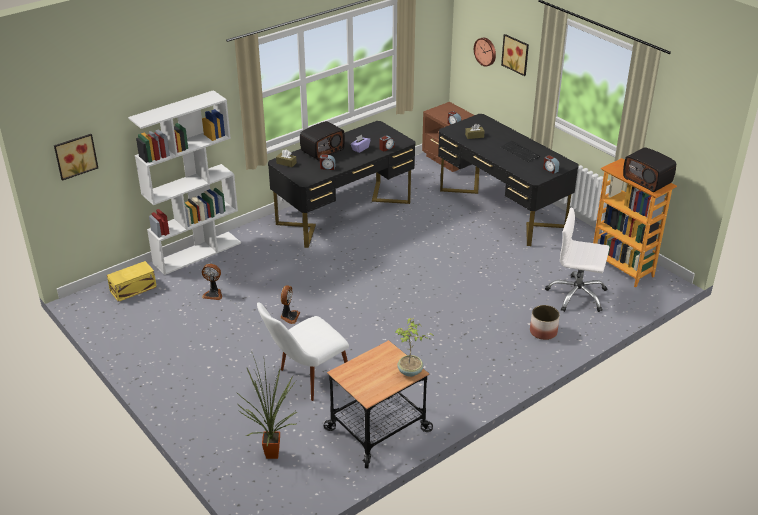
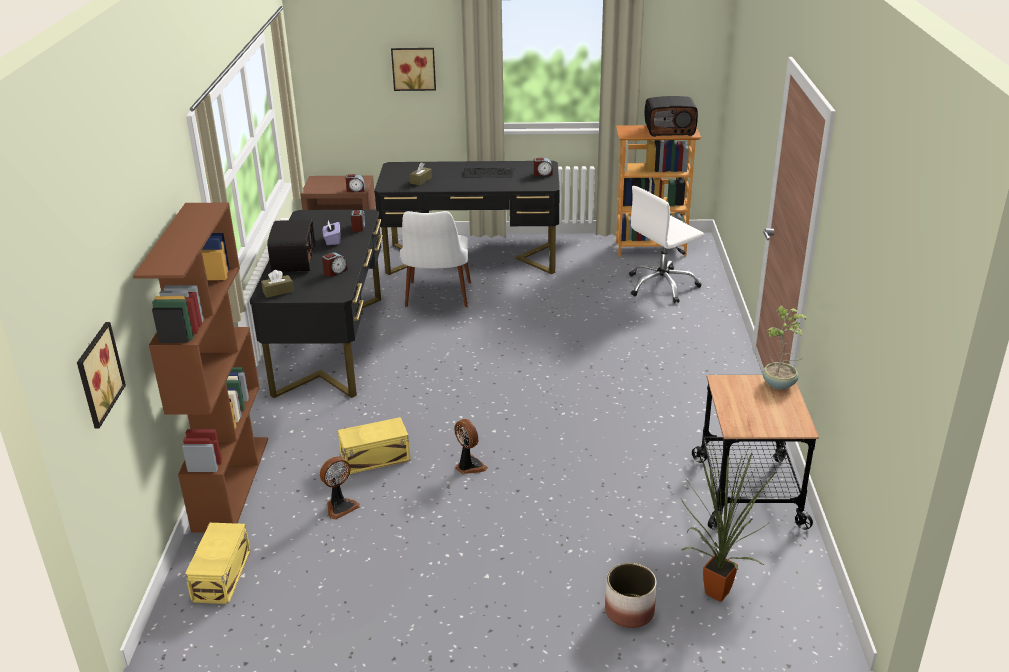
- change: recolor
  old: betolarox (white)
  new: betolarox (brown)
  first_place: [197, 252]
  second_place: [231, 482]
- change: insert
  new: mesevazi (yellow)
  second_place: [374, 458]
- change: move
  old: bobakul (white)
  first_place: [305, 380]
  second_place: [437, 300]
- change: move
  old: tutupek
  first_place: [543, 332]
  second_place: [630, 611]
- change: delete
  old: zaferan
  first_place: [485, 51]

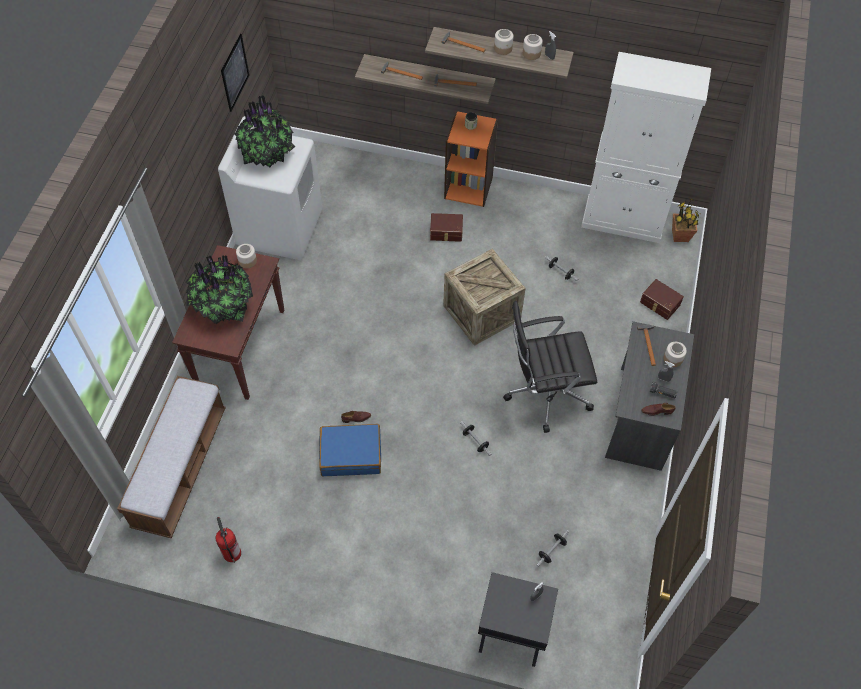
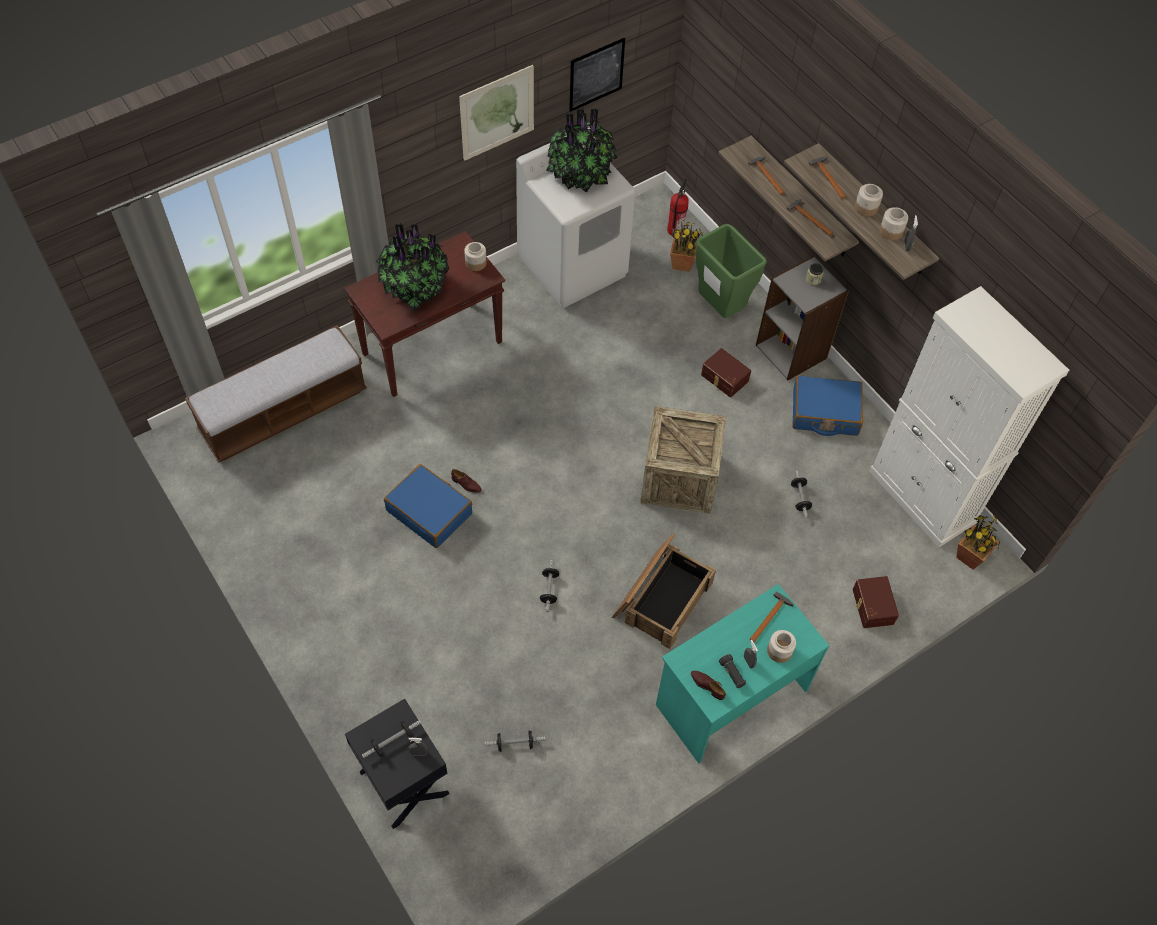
- change: insert
  new: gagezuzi
  second_place: [392, 742]
- change: insert
  new: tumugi
  second_place: [497, 113]
- change: replace
  old: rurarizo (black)
  new: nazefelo
  first_place: [545, 392]
  second_place: [662, 598]
- change: recolor
  old: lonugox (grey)
  new: lonugox (turquoise)
  first_place: [639, 417]
  second_place: [730, 696]
- change: move
  old: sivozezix
  first_place: [231, 553]
  second_place: [675, 229]
- change: insert
  new: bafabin
  second_place: [682, 263]
- change: insert
  new: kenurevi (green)
  second_place: [719, 307]
- change: recolor
  old: betolarox (orange)
  new: betolarox (grey)
  first_place: [468, 187]
  second_place: [792, 351]
- change: insert
  new: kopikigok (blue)
  second_place: [824, 412]

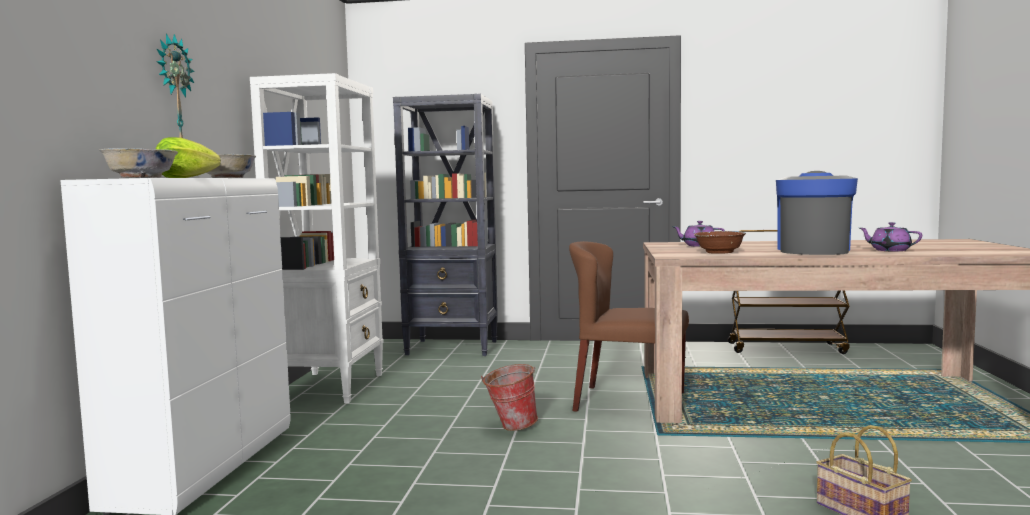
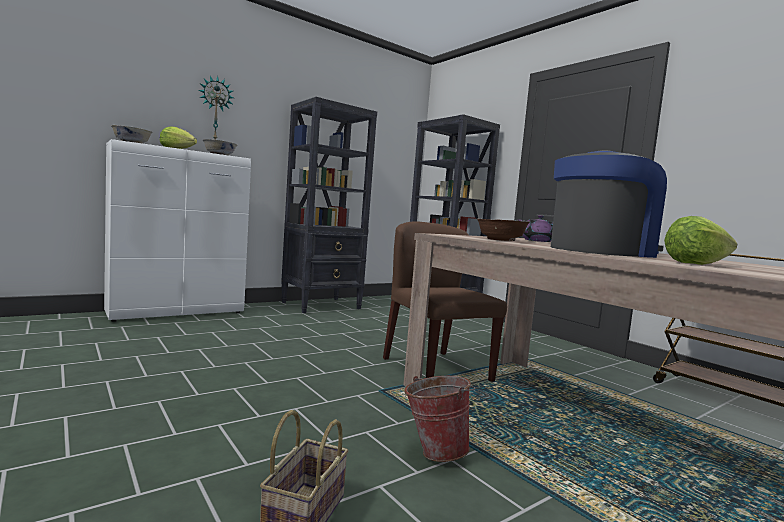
- change: recolor
  old: betolarox (white)
  new: betolarox (black)
  first_place: [331, 387]
  second_place: [322, 305]
- change: move
  old: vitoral
  first_place: [510, 427]
  second_place: [434, 451]
- change: replace
  old: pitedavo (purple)
  new: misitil
  first_place: [889, 250]
  second_place: [696, 263]

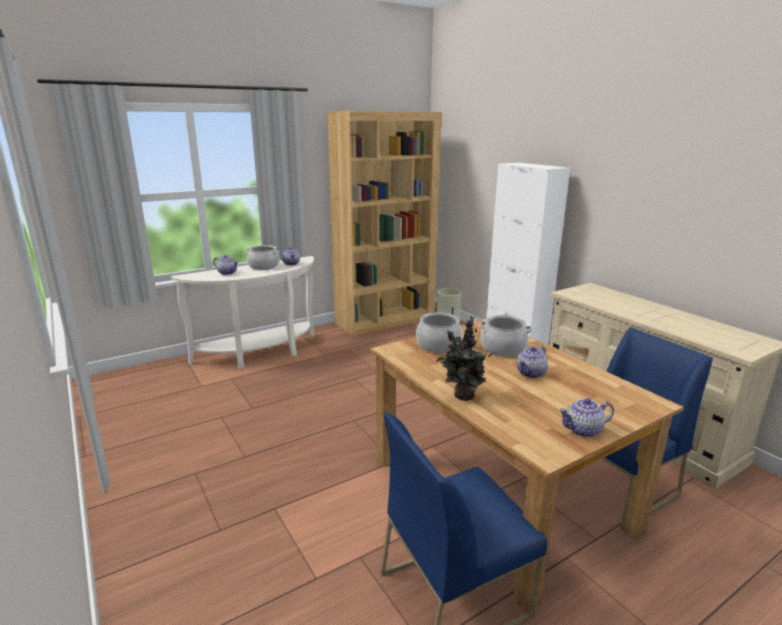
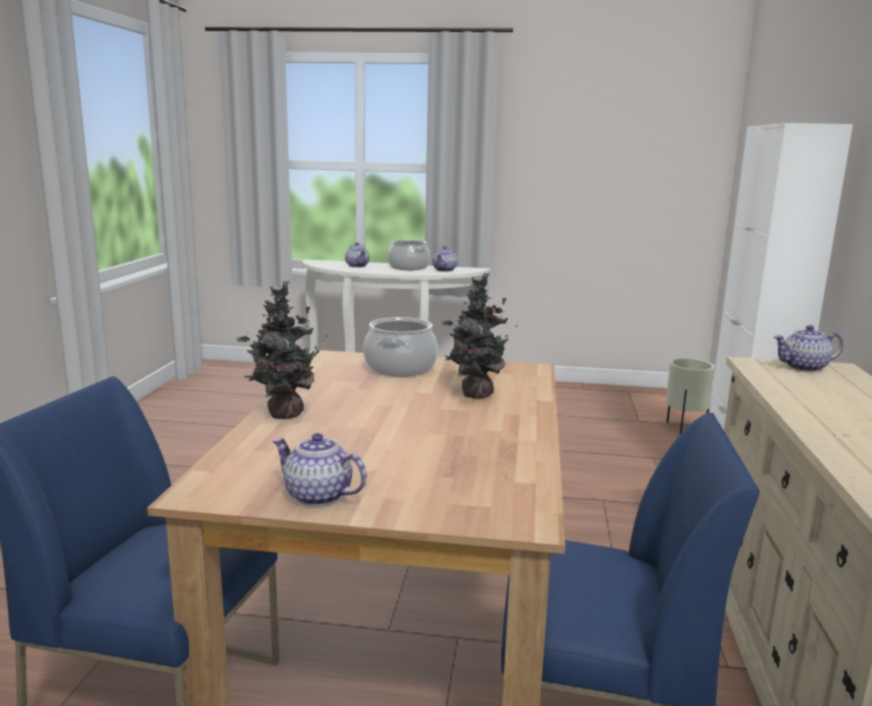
- change: replace
  old: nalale
  new: bafabin
  first_place: [503, 349]
  second_place: [474, 394]
- change: move
  old: pitedavo
  first_place: [531, 373]
  second_place: [804, 367]
- change: delete
  old: betolarox (brown)
  first_place: [385, 320]

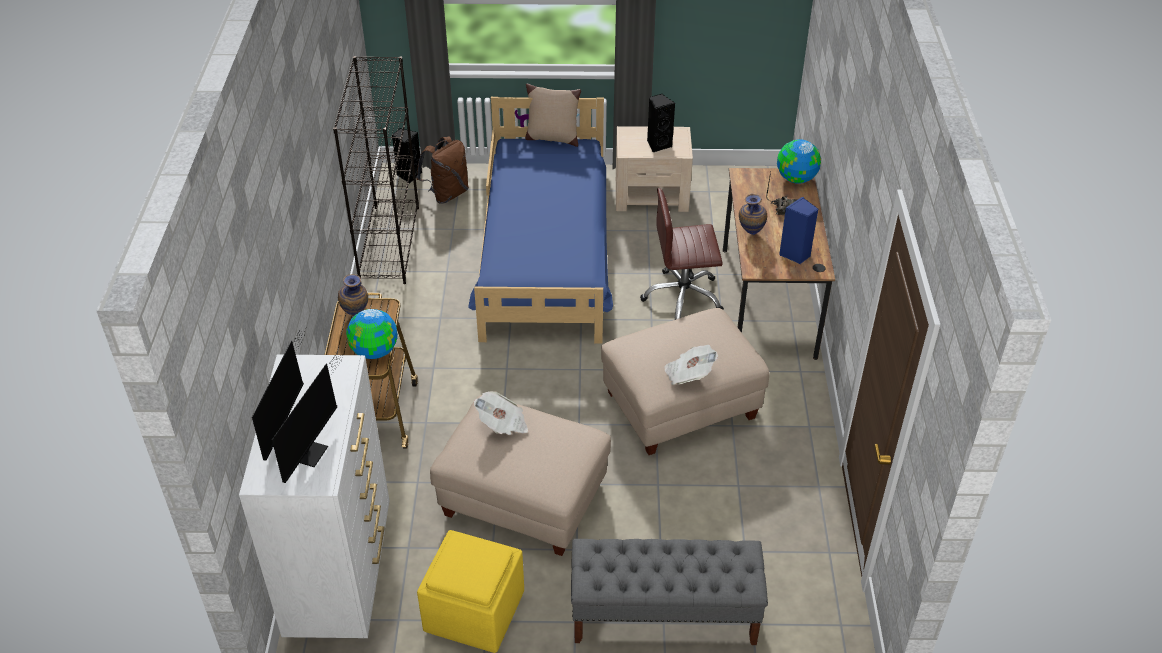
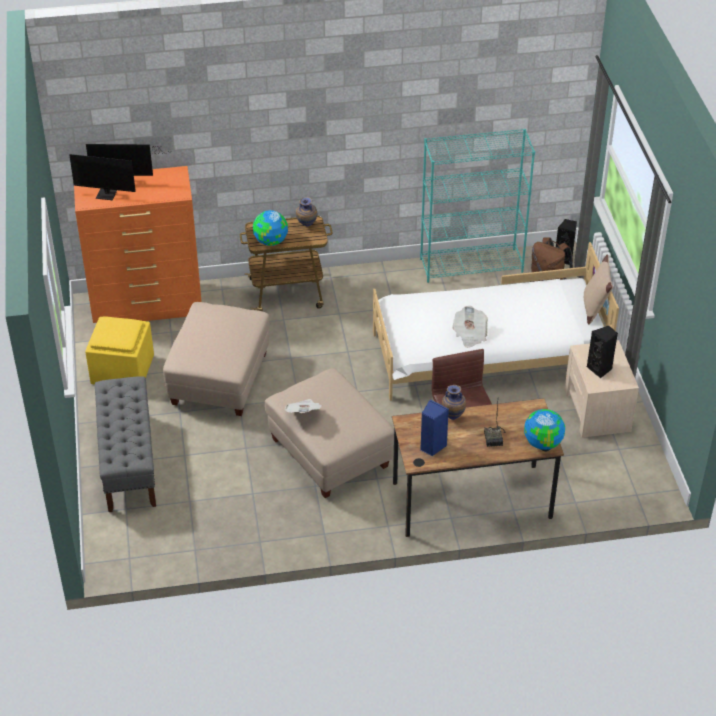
- change: recolor
  old: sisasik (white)
  new: sisasik (orange)
  first_place: [341, 572]
  second_place: [148, 306]
- change: recolor
  old: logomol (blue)
  new: logomol (white)
  first_place: [546, 255]
  second_place: [488, 354]
- change: recolor
  old: betolarox (black)
  new: betolarox (turquoise)
  first_place: [389, 244]
  second_place: [472, 265]
- change: move
  old: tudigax
  first_place: [502, 424]
  second_place: [470, 335]

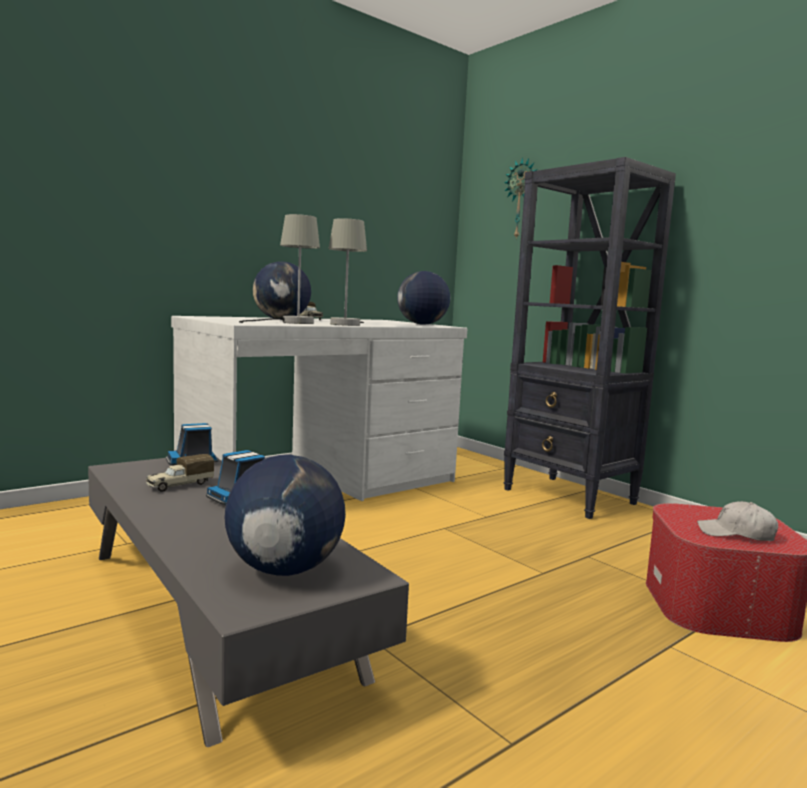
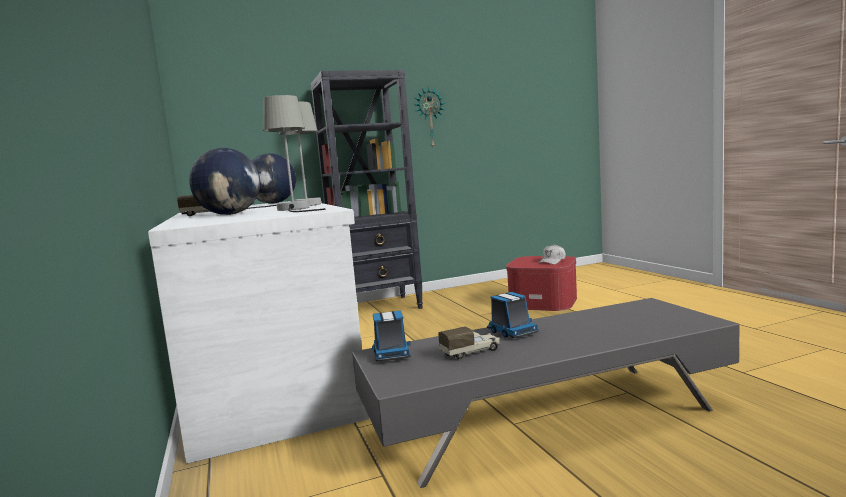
- change: move
  old: zaferan
  first_place: [521, 199]
  second_place: [430, 118]
- change: rotate
  old: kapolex
  first_place: [179, 485]
  second_place: [471, 352]
  degrees: -90
- change: delete
  old: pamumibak
  first_place: [284, 570]

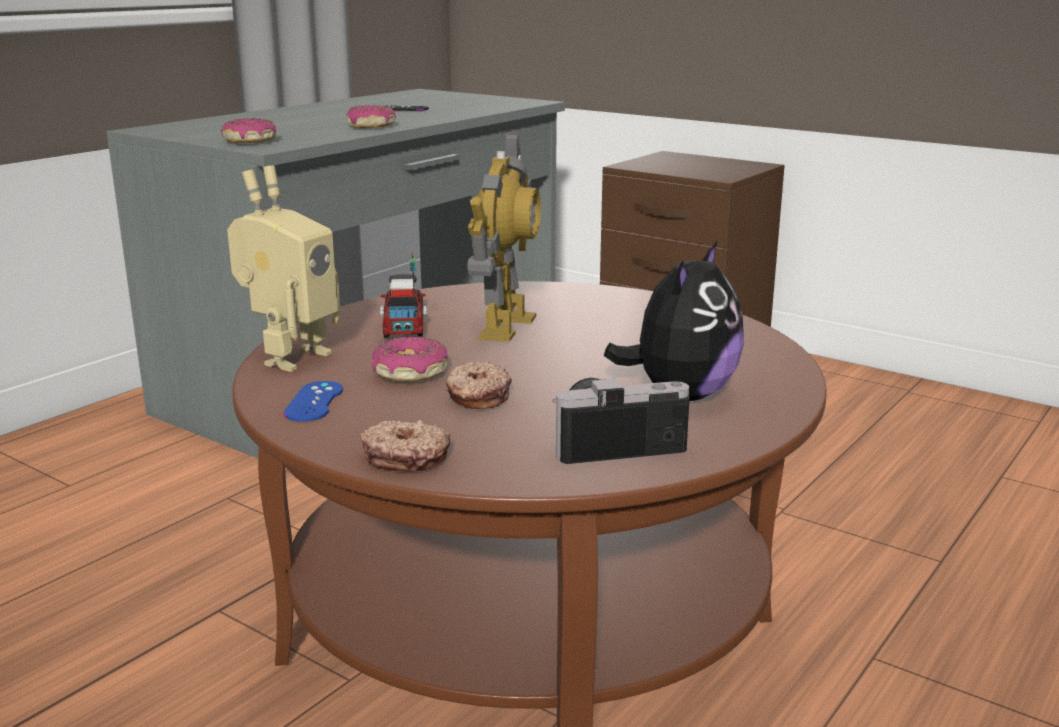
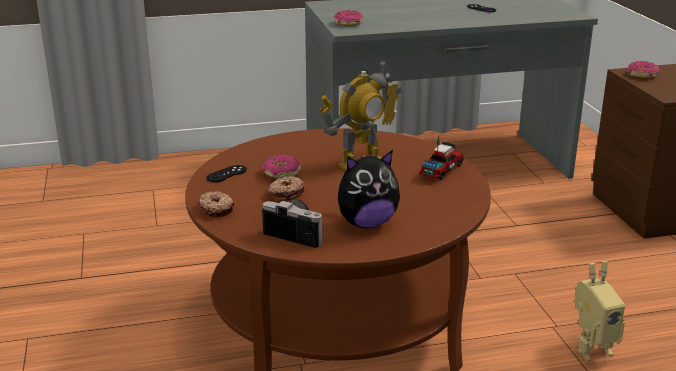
- change: recolor
  old: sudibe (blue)
  new: sudibe (black)
  first_place: [314, 402]
  second_place: [226, 174]
- change: move
  old: kapolex
  first_place: [404, 325]
  second_place: [442, 170]
- change: move
  old: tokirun
  first_place: [289, 357]
  second_place: [591, 349]
- change: move
  old: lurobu
  first_place: [372, 126]
  second_place: [642, 75]

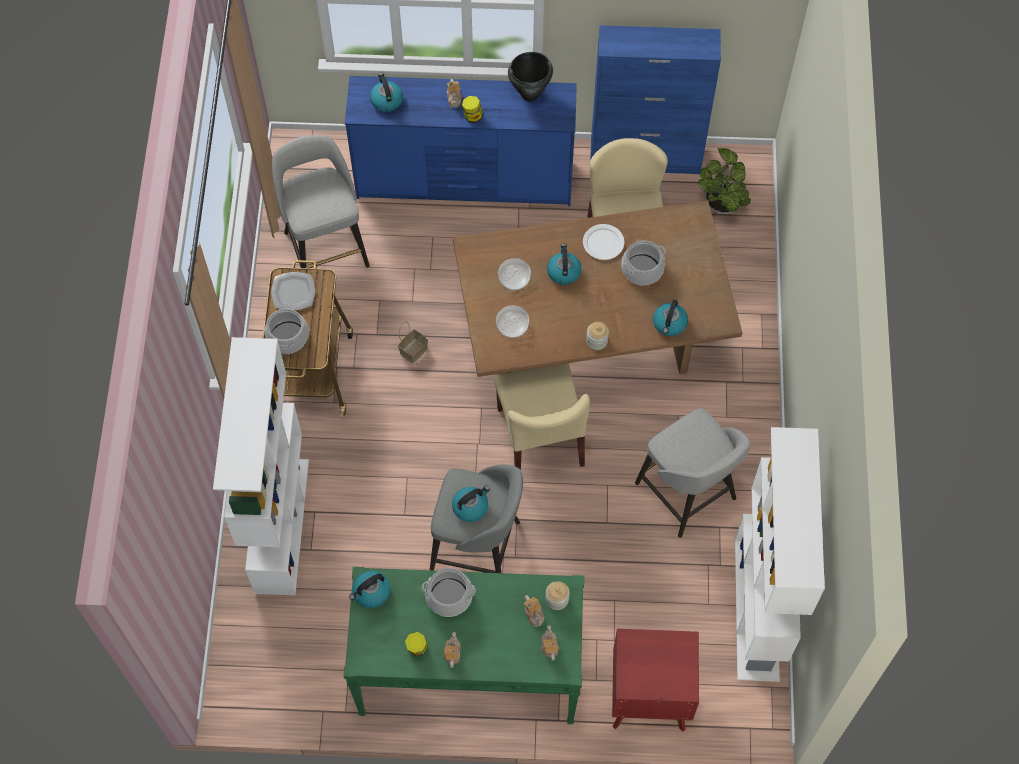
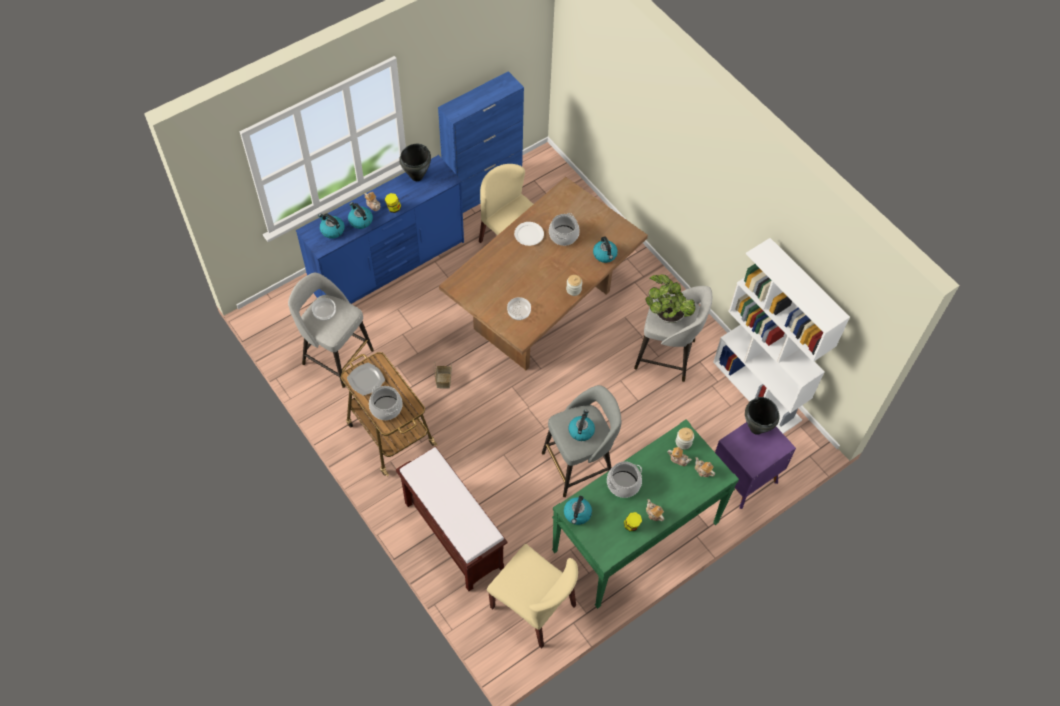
- change: move
  old: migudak
  first_place: [514, 279]
  second_place: [325, 312]
- change: move
  old: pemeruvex
  first_place: [563, 271]
  second_place: [360, 220]
- change: replace
  old: betolarox (white)
  new: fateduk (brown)
  first_place: [281, 525]
  second_place: [452, 534]
- change: move
  old: bobakul (beige)
  first_place: [540, 438]
  second_place: [533, 607]
- change: move
  old: bafabin
  first_place: [721, 202]
  second_place: [667, 314]
- change: recolor
  old: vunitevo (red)
  new: vunitevo (purple)
  first_place: [648, 696]
  second_place: [743, 478]
- change: insert
  new: nalale (black)
  second_place: [756, 428]

